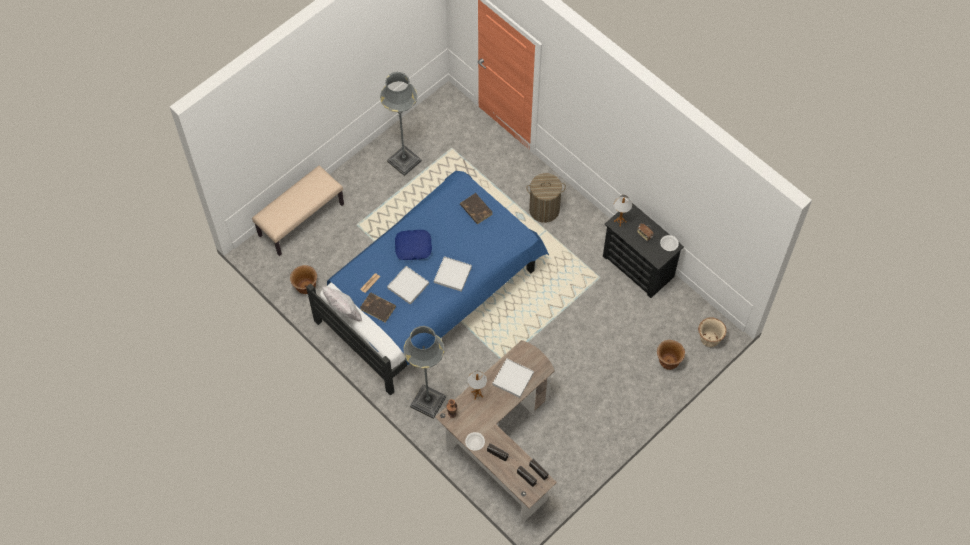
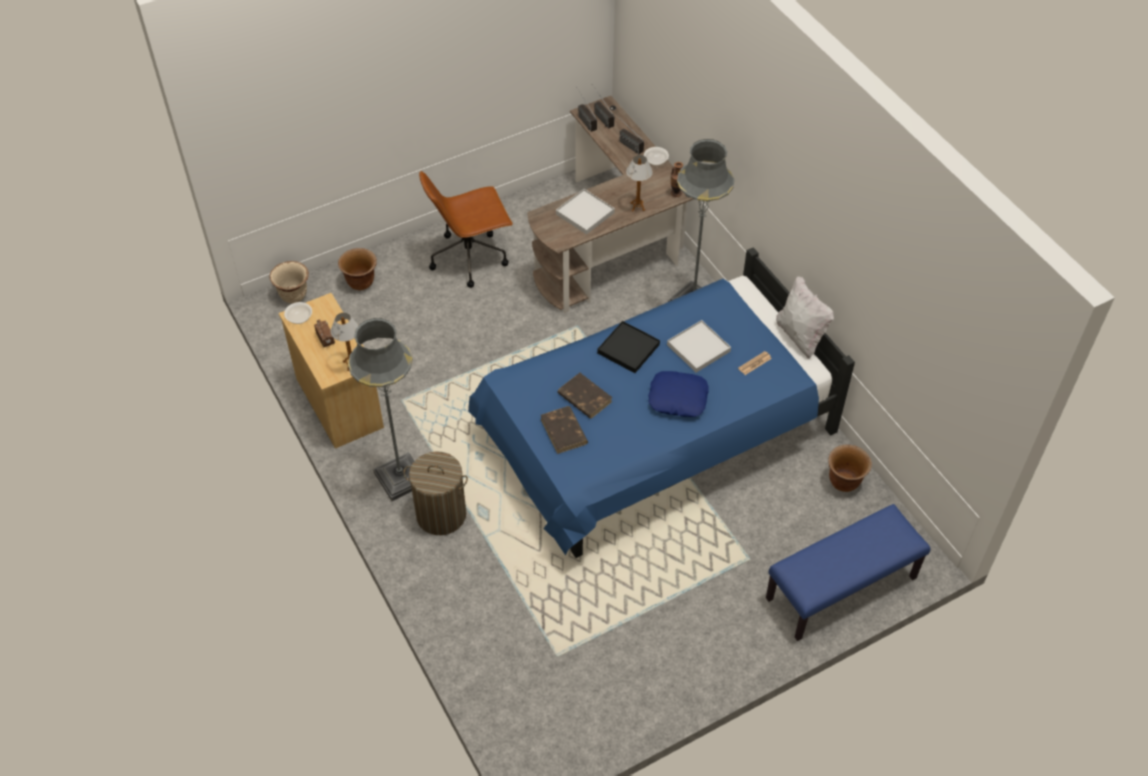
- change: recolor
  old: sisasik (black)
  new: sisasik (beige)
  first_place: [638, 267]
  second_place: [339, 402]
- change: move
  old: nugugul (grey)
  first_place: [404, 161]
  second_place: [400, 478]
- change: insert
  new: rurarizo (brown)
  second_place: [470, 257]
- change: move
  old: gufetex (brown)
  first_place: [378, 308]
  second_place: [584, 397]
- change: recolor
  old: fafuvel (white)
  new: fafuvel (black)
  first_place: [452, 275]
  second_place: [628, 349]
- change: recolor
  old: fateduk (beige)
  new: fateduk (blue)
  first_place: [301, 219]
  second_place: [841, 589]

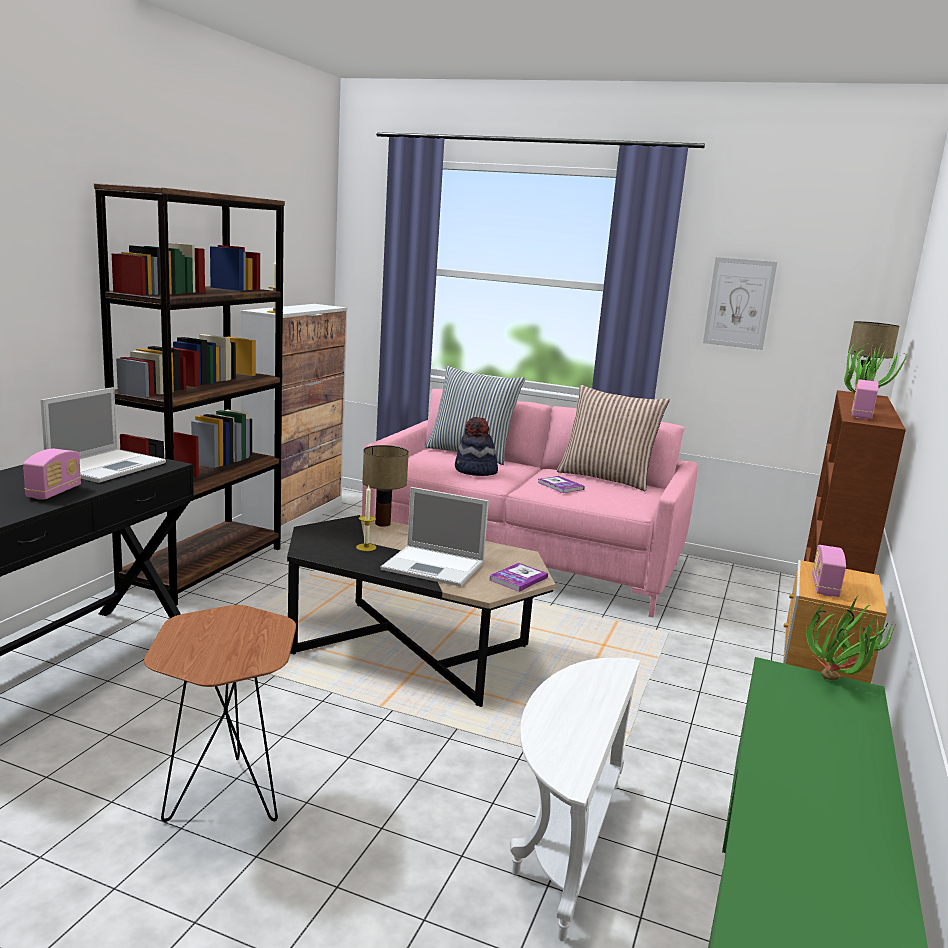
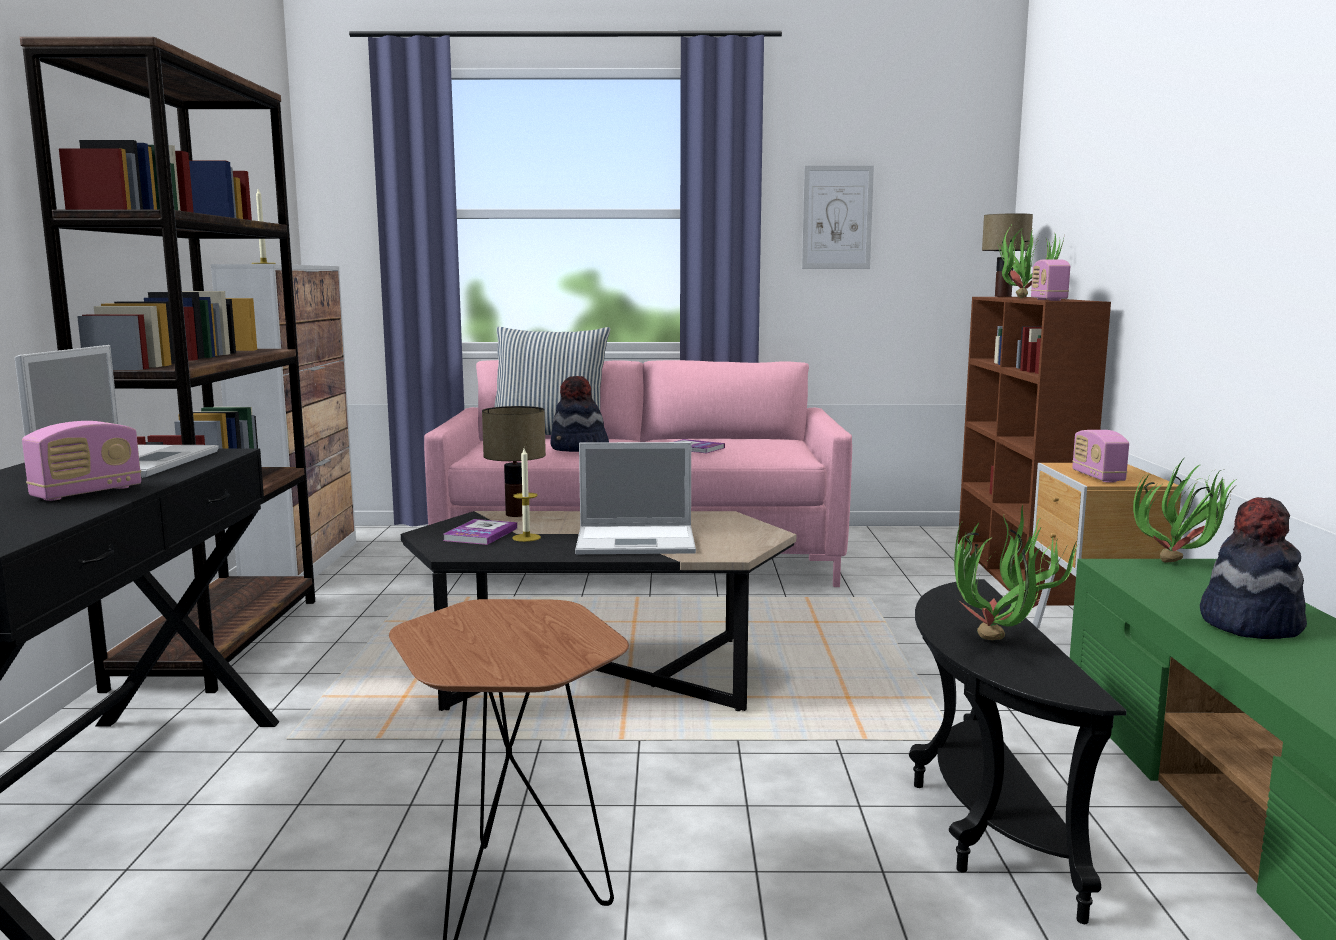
- change: rotate
  old: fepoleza
  first_place: [54, 492]
  second_place: [87, 493]
  degrees: 45
- change: move
  old: gufetex
  first_place: [518, 579]
  second_place: [480, 534]
- change: recolor
  old: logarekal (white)
  new: logarekal (black)
  first_place: [564, 844]
  second_place: [981, 824]
- change: insert
  new: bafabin
  second_place: [1001, 646]
- change: insert
  new: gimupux
  second_place: [1249, 624]
- change: delete
  old: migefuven
  first_place: [606, 478]

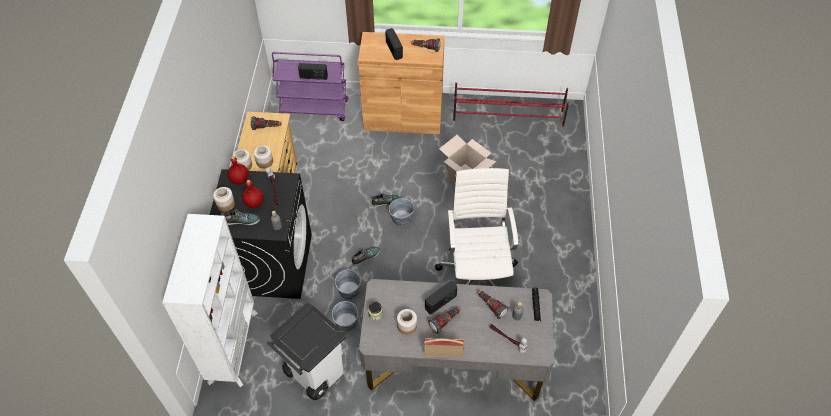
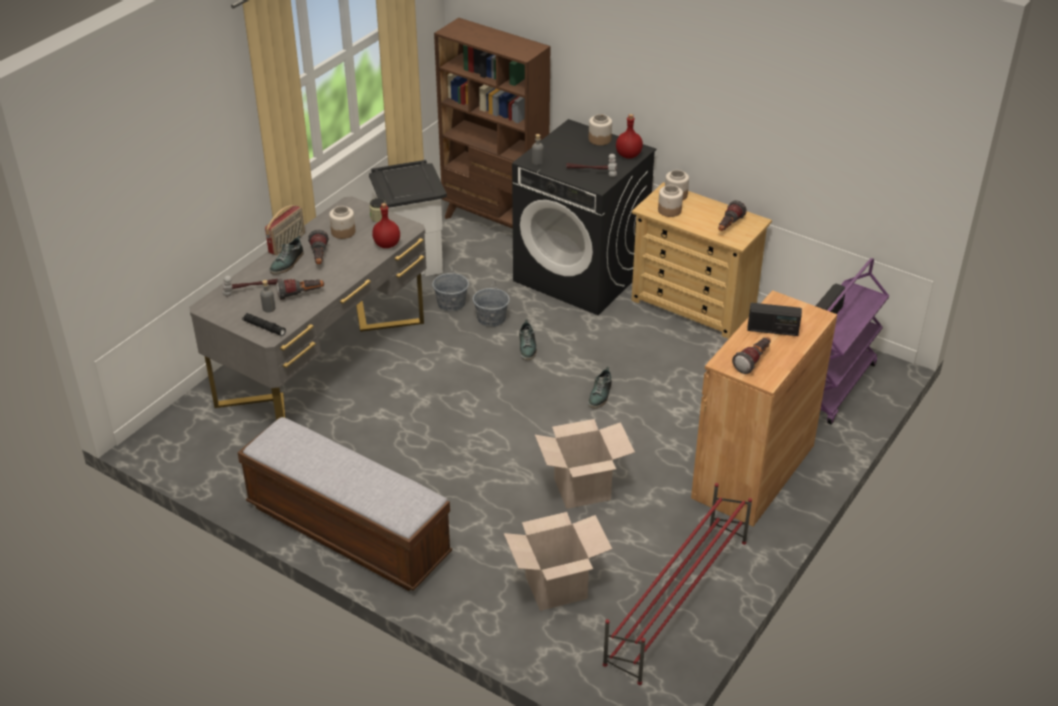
- change: insert
  new: fateduk
  second_place: [348, 531]
- change: move
  old: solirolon
  first_place: [242, 220]
  second_place: [287, 263]
- change: move
  old: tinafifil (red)
  first_place: [254, 203]
  second_place: [386, 244]
- change: recolor
  old: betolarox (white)
  new: betolarox (brown)
  first_place: [233, 346]
  second_place: [495, 224]
- change: insert
  new: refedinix
  second_place: [556, 587]
- change: delete
  old: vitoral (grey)
  first_place: [401, 218]
- change: delete
  old: fepoleza
  first_place: [441, 302]
- change: delete
  old: rurarizo (white)
  first_place: [477, 274]

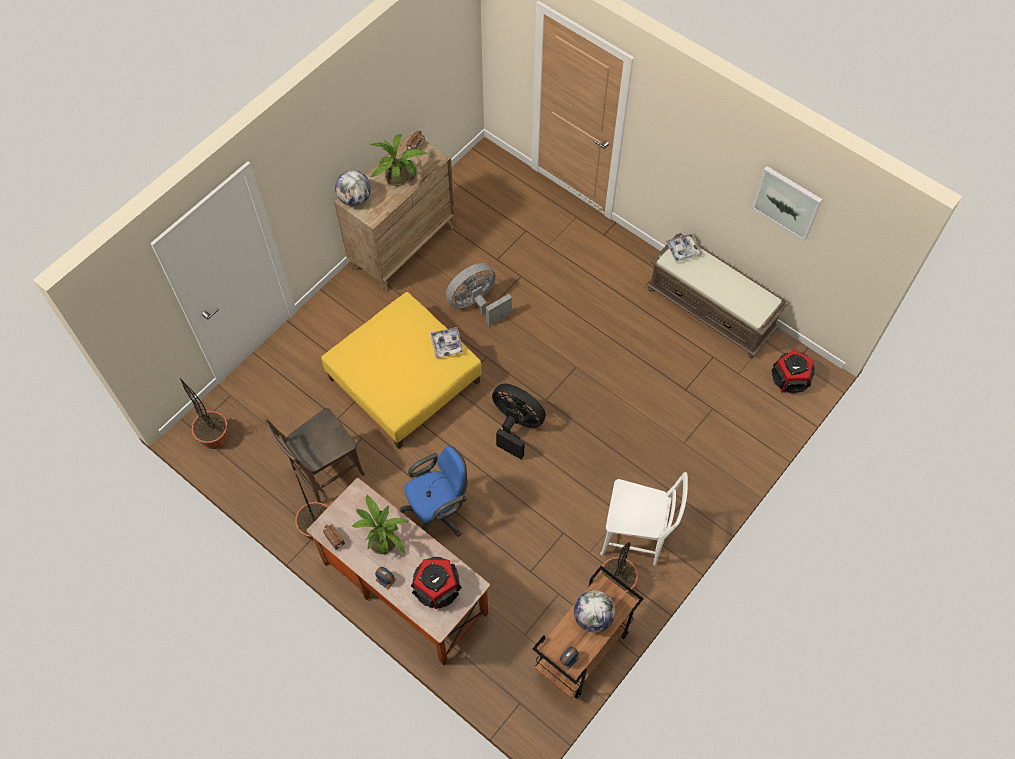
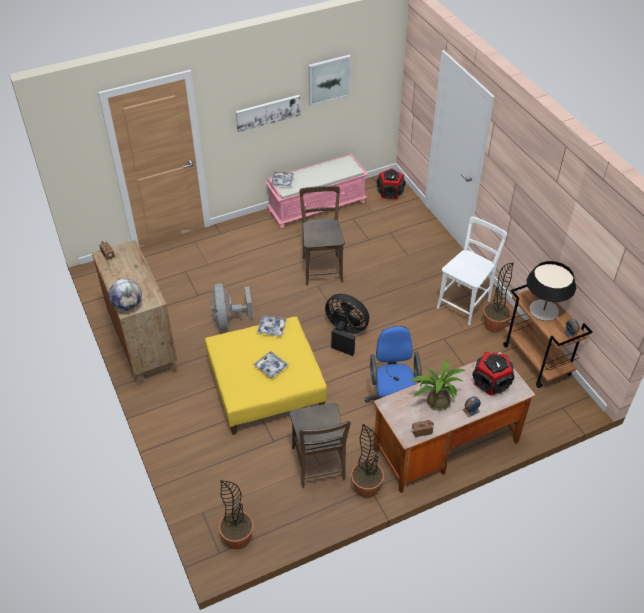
- change: insert
  new: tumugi
  second_place: [268, 112]
- change: insert
  new: fafuvel
  second_place: [271, 367]
- change: recolor
  old: fateduk (brown)
  new: fateduk (pink)
  first_place: [711, 310]
  second_place: [317, 206]
- change: insert
  new: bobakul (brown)
  second_place: [322, 267]
- change: rotate
  old: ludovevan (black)
  first_place: [516, 425]
  second_place: [345, 334]
  degrees: 60
- change: replace
  old: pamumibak
  new: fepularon
  first_place: [593, 617]
  second_place: [543, 310]
- change: delete
  old: bafabin
  first_place: [400, 178]

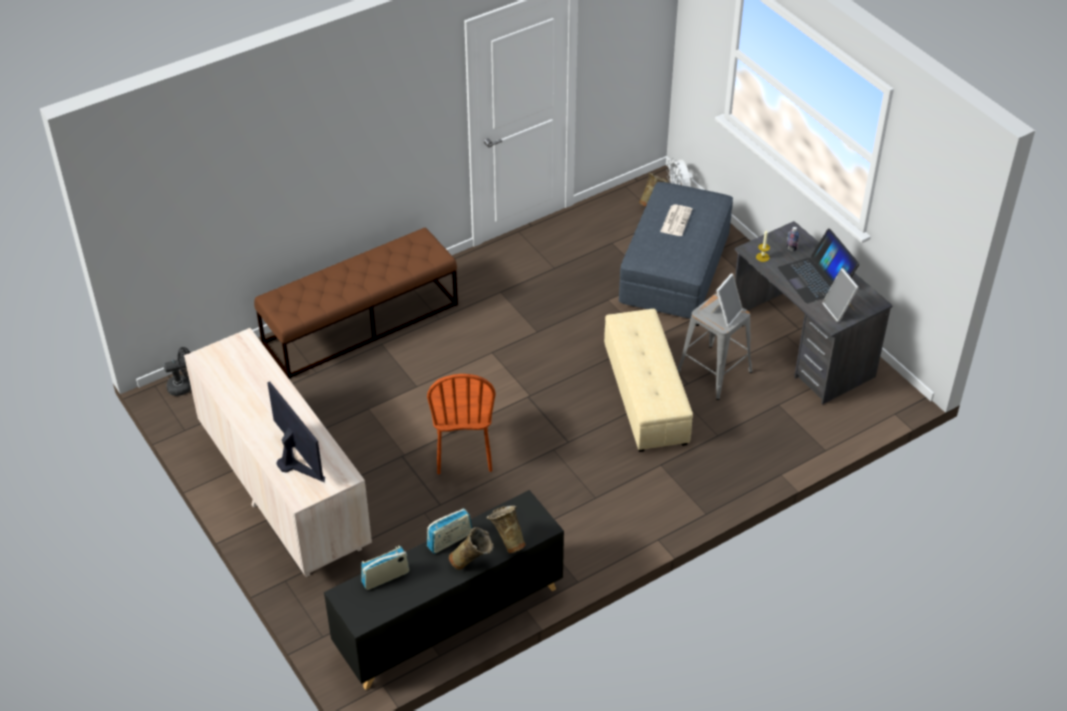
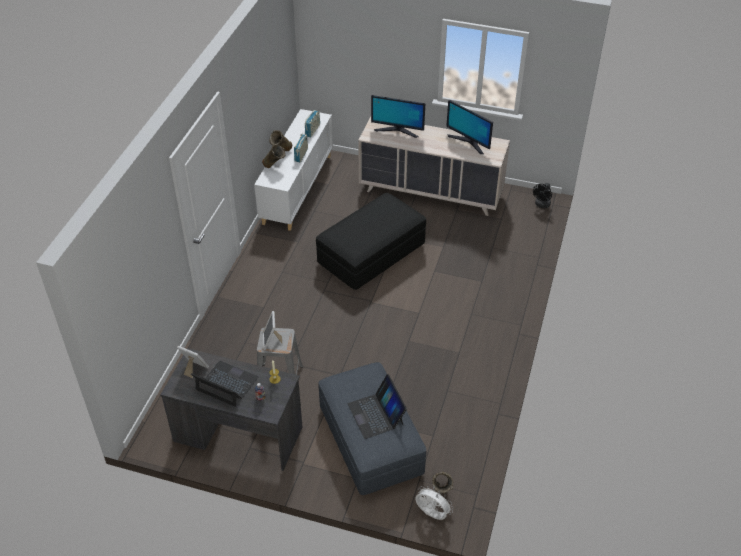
- change: recolor
  old: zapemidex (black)
  new: zapemidex (white)
  first_place: [448, 620]
  second_place: [297, 189]
- change: replace
  old: bobakul (brown)
  new: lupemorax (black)
  first_place: [463, 452]
  second_place: [371, 254]
- change: replace
  old: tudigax
  new: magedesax
  first_place: [676, 220]
  second_place: [376, 414]
- change: insert
  new: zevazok
  second_place: [468, 142]
- change: delete
  old: fateduk (brown)
  first_place: [361, 323]
- change: delete
  old: lupemorax (beige)
  first_place: [646, 395]

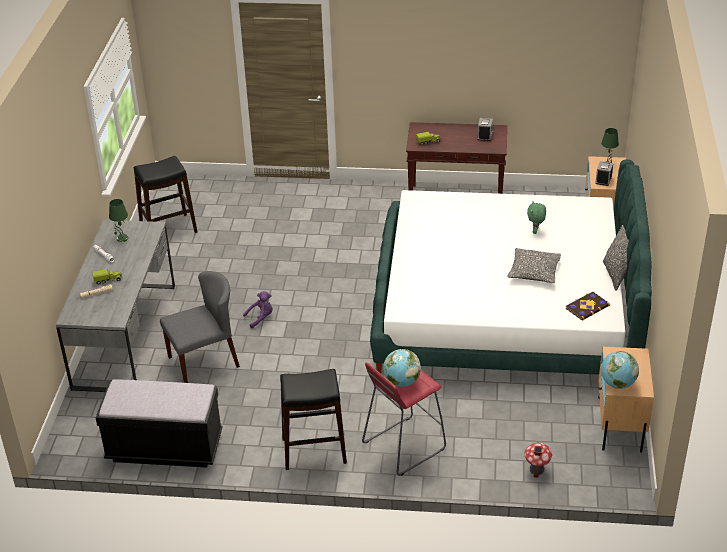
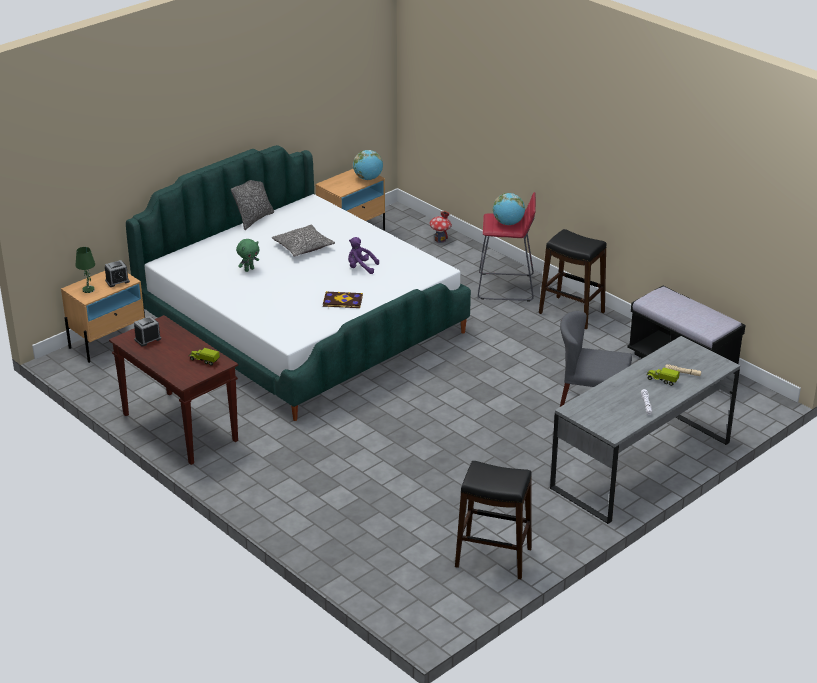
- change: move
  old: gufetex
  first_place: [587, 307]
  second_place: [342, 301]
- change: move
  old: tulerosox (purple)
  first_place: [261, 318]
  second_place: [360, 268]
- change: delete
  old: fepularon (green)
  first_place: [122, 238]

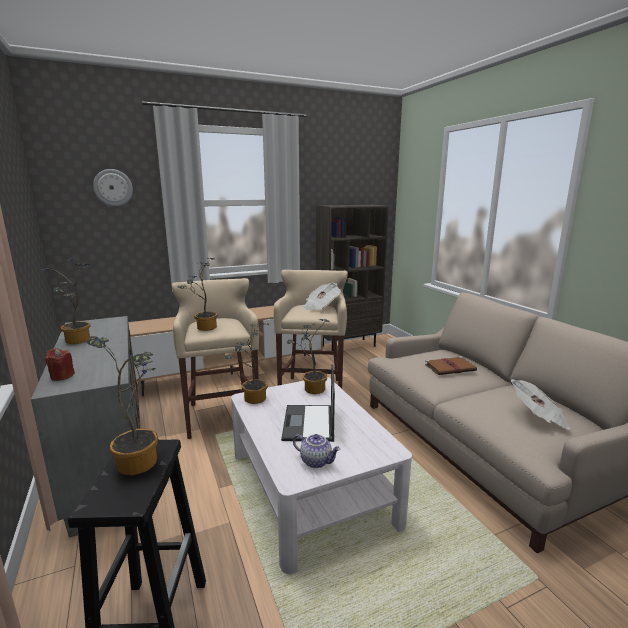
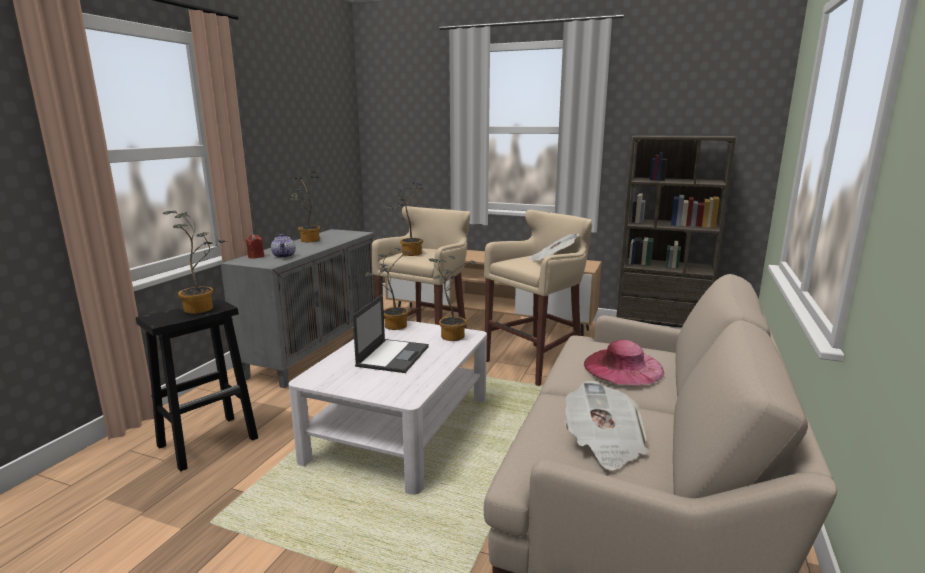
- change: move
  old: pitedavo
  first_place: [316, 461]
  second_place: [284, 256]
- change: rotate
  old: magedesax
  first_place: [309, 423]
  second_place: [393, 356]
  degrees: 150
- change: replace
  old: gufetex (brown)
  new: gimupux (pink)
  first_place: [450, 368]
  second_place: [623, 367]
- change: delete
  old: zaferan
  first_place: [113, 187]

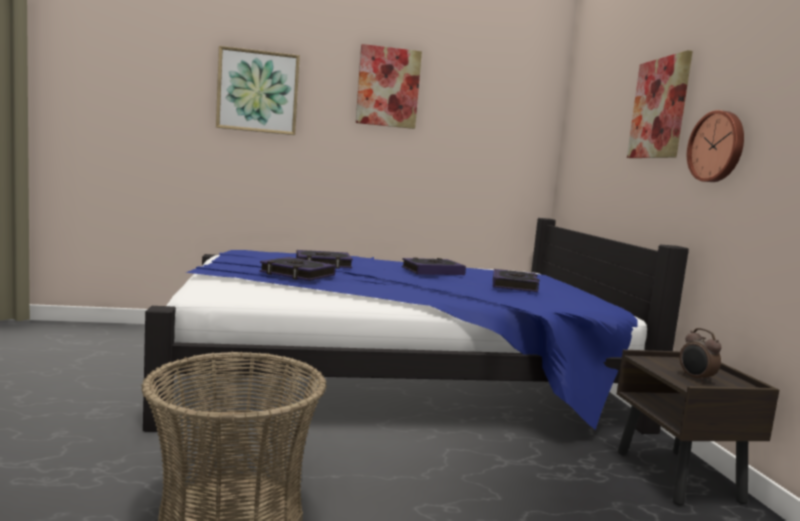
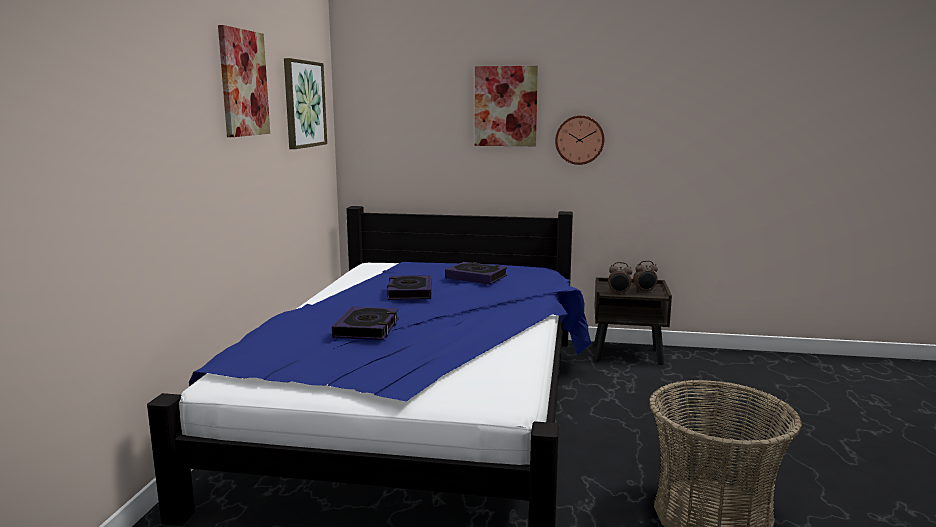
- change: move
  old: tumugi
  first_place: [258, 92]
  second_place: [303, 104]
- change: insert
  new: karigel
  second_place: [619, 293]
- change: delete
  old: gufetex
  first_place: [297, 274]

